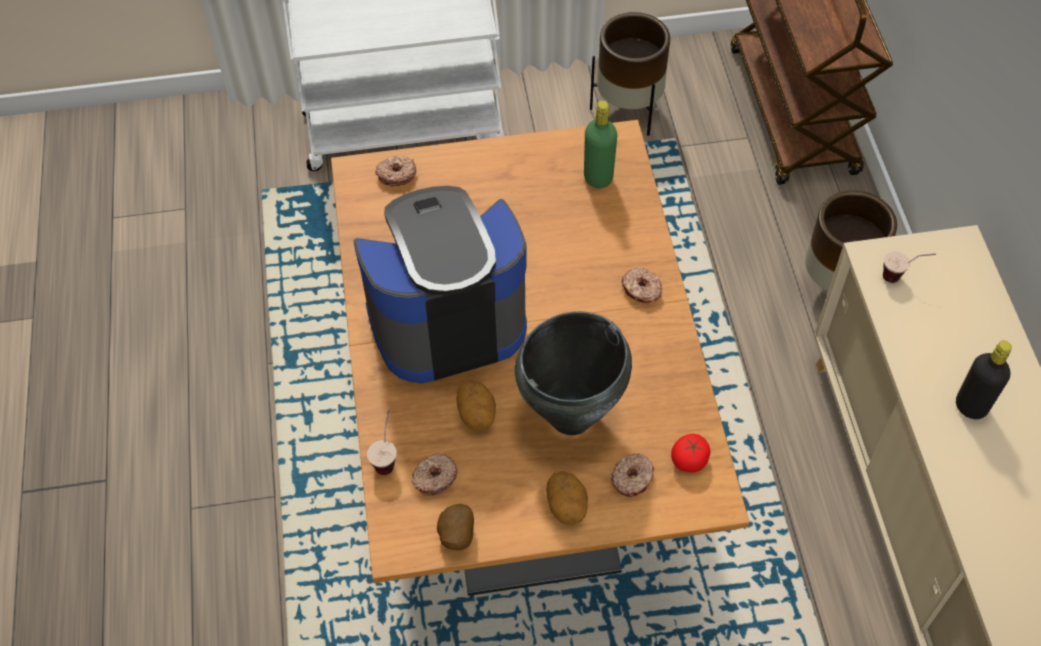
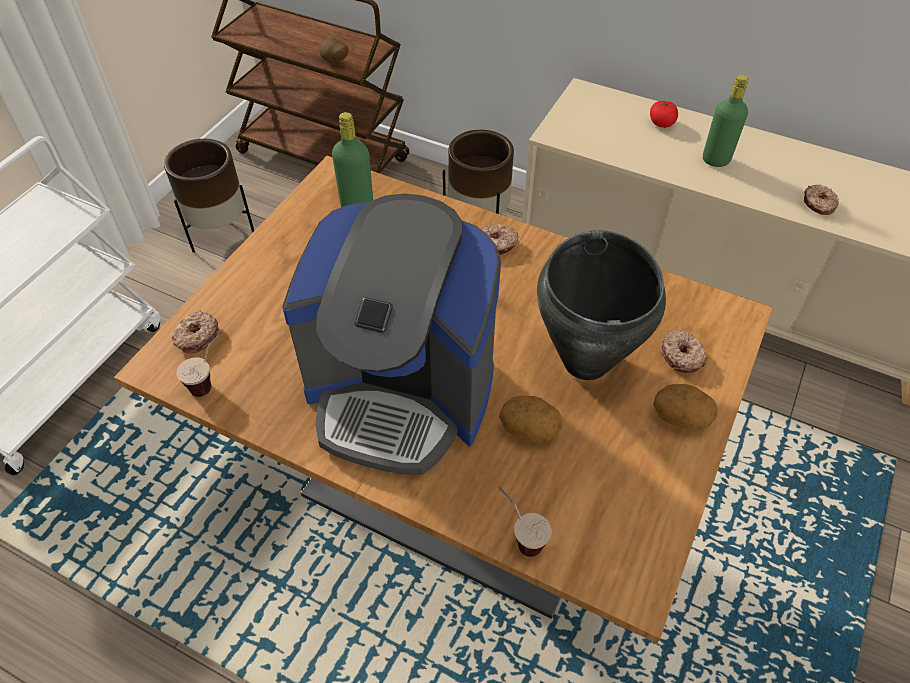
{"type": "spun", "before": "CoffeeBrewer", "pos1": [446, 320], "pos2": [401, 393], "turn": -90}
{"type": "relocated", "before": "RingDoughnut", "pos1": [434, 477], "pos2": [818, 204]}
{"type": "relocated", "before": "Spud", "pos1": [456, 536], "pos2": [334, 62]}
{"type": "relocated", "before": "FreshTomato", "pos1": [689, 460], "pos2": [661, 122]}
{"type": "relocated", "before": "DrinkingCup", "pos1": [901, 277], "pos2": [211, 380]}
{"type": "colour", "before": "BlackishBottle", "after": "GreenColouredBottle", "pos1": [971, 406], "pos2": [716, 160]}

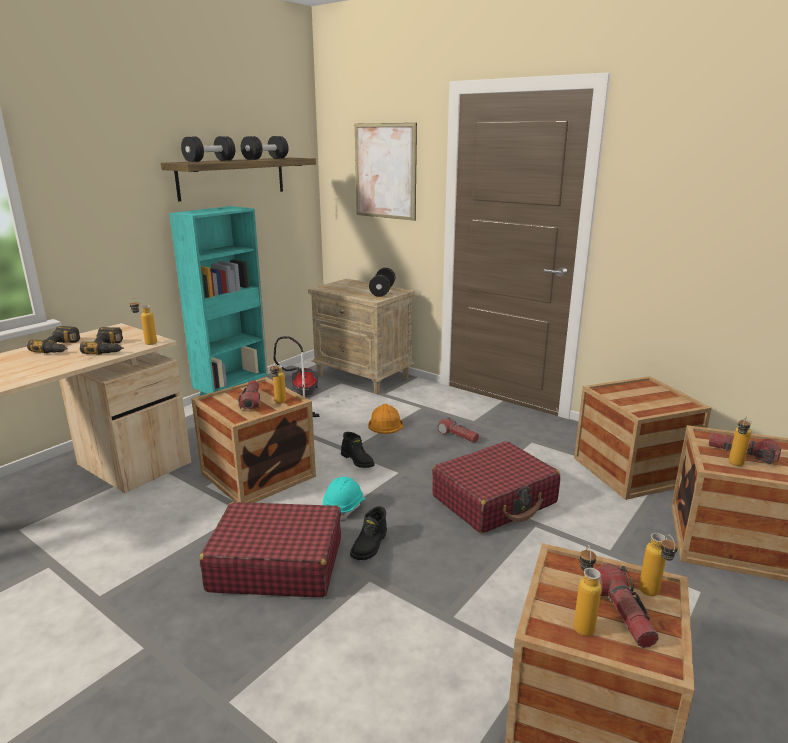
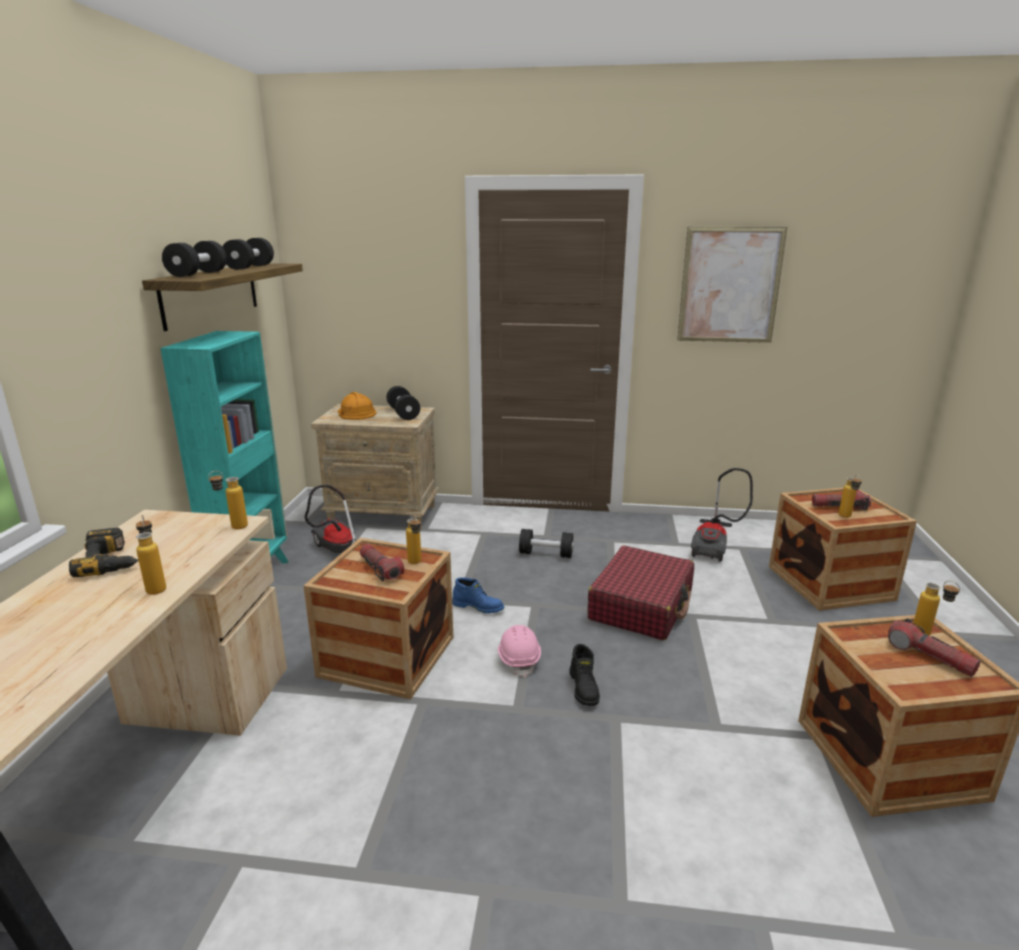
{"type": "missing", "before": "PowerDrill", "pos1": [110, 348]}
{"type": "missing", "before": "RedColouredTravelCase", "pos1": [276, 564]}
{"type": "colour", "before": "BlueGreenWorkHelmet", "after": "PinkishWorkHelmet", "pos1": [345, 507], "pos2": [519, 659]}
{"type": "colour", "before": "BlackishBoot", "after": "BluishBoot", "pos1": [358, 460], "pos2": [478, 607]}
{"type": "relocated", "before": "WallPicture", "pos1": [385, 171], "pos2": [730, 285]}
{"type": "relocated", "before": "OrangeWorkHelmet", "pos1": [385, 423], "pos2": [355, 413]}
{"type": "exchanged", "before": "Torch", "after": "BlackishDumbbell", "pos1": [457, 436], "pos2": [546, 554]}
{"type": "relocated", "before": "Bottle", "pos1": [582, 622], "pos2": [156, 587]}
{"type": "exchanged", "before": "ShippingCrate", "after": "Hoover", "pos1": [632, 470], "pos2": [714, 545]}

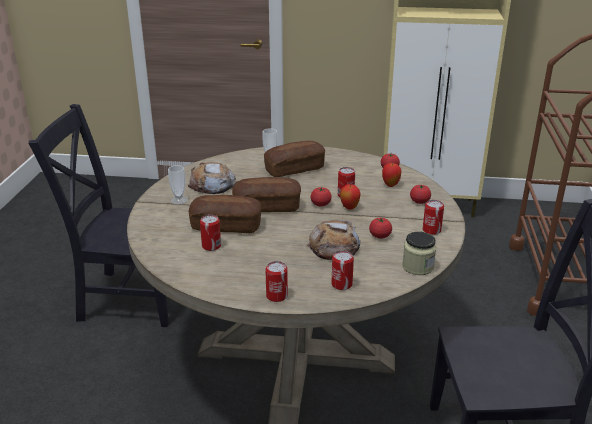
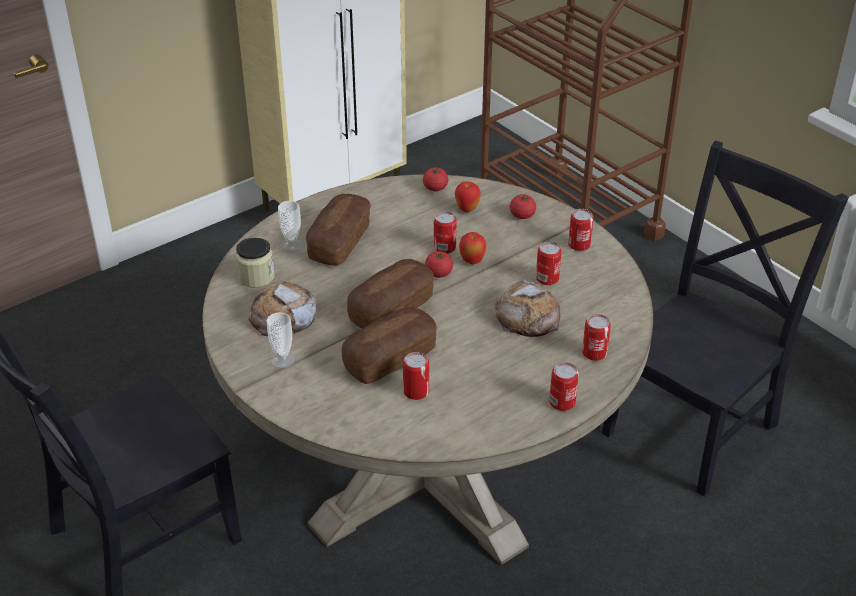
{"type": "exchanged", "before": "FreshTomato", "after": "MetalCan", "pos1": [380, 236], "pos2": [547, 278]}
{"type": "relocated", "before": "PreserveJar", "pos1": [417, 267], "pos2": [256, 277]}

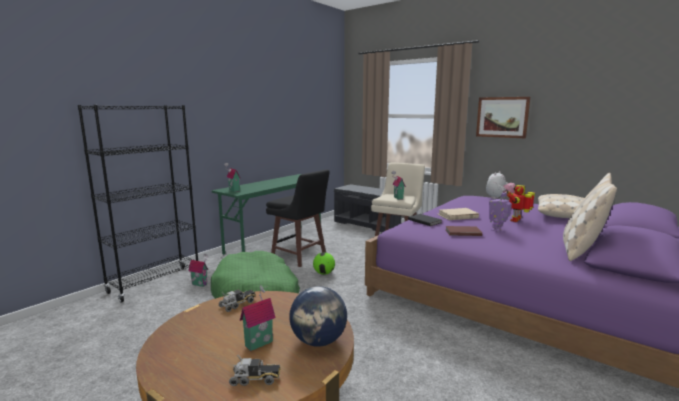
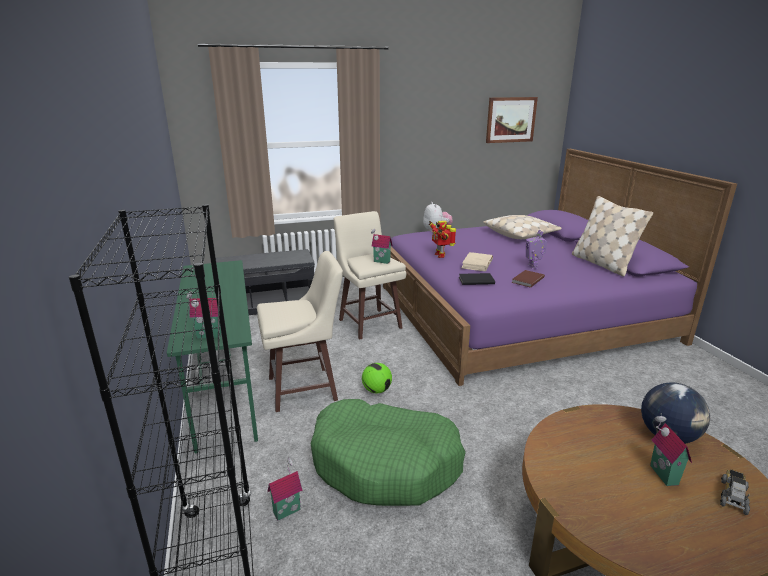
{"type": "missing", "before": "ToyTruck", "pos1": [238, 304]}
{"type": "colour", "before": "BlackishSittingStool", "after": "SandColouredSittingStool", "pos1": [299, 257], "pos2": [305, 389]}
{"type": "relocated", "before": "WallPicture", "pos1": [502, 117], "pos2": [510, 120]}
{"type": "relocated", "before": "ToyRobot", "pos1": [517, 220], "pos2": [440, 255]}

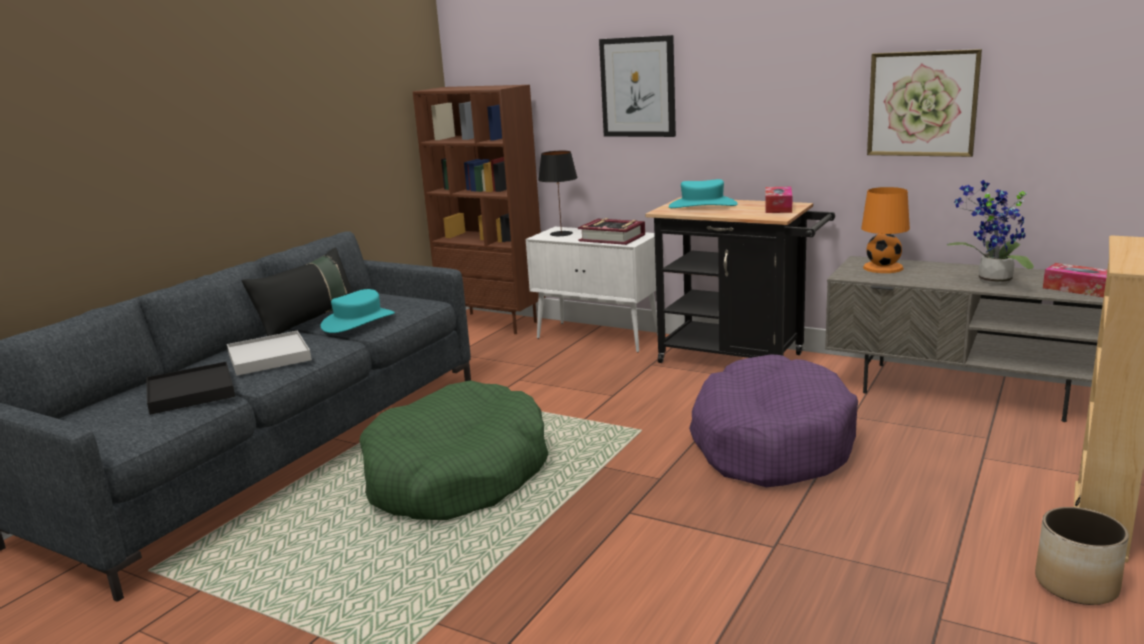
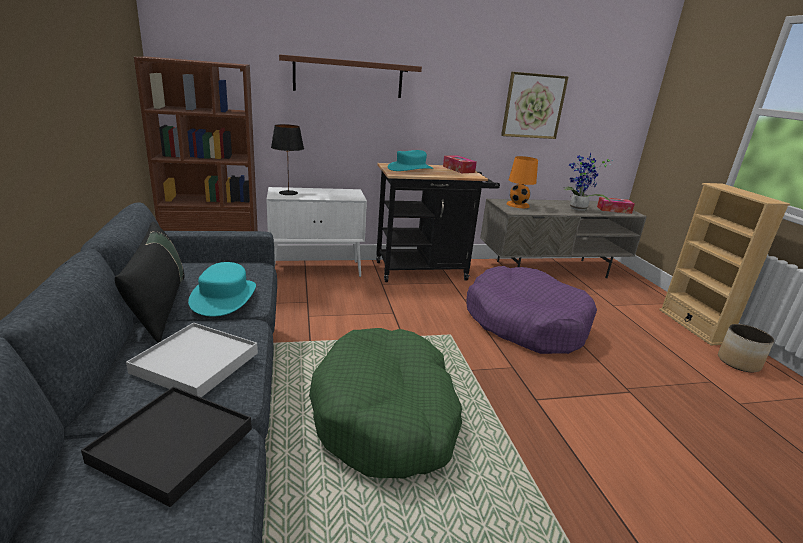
{"type": "missing", "before": "Book", "pos1": [612, 238]}
{"type": "exchanged", "before": "WallPicture", "after": "BrownWallShelf", "pos1": [638, 87], "pos2": [348, 77]}

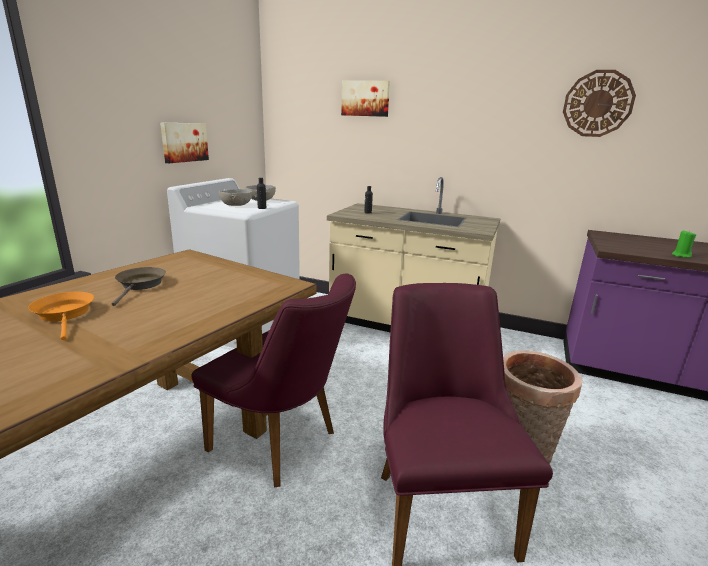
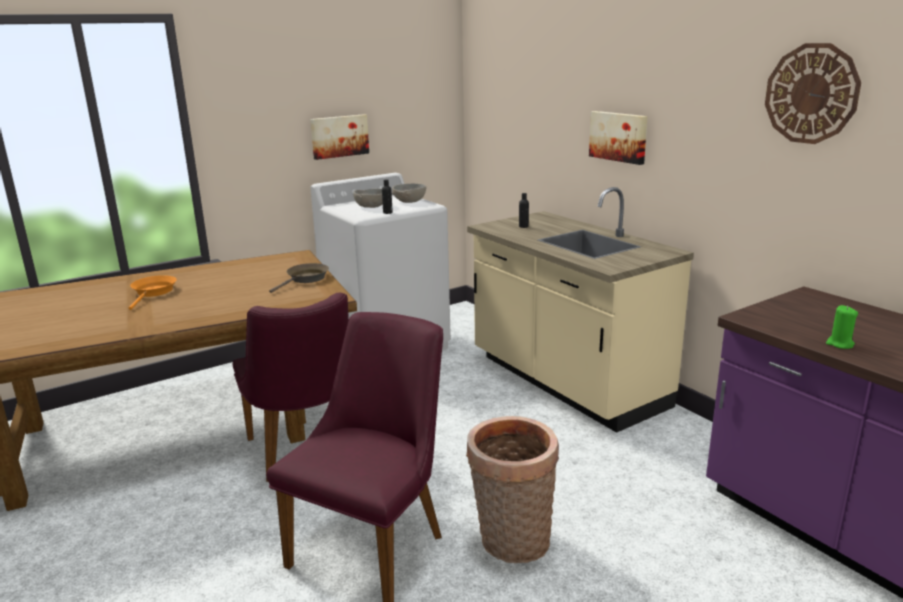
{"type": "relocated", "before": "BrownPan", "pos1": [140, 285], "pos2": [306, 279]}
{"type": "relocated", "before": "WallPicture", "pos1": [365, 98], "pos2": [619, 136]}

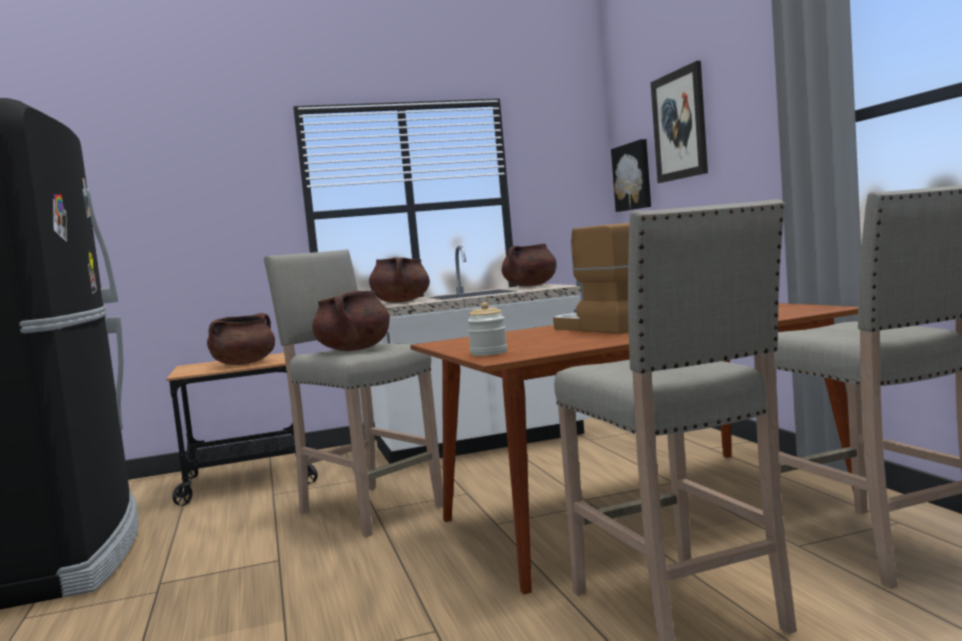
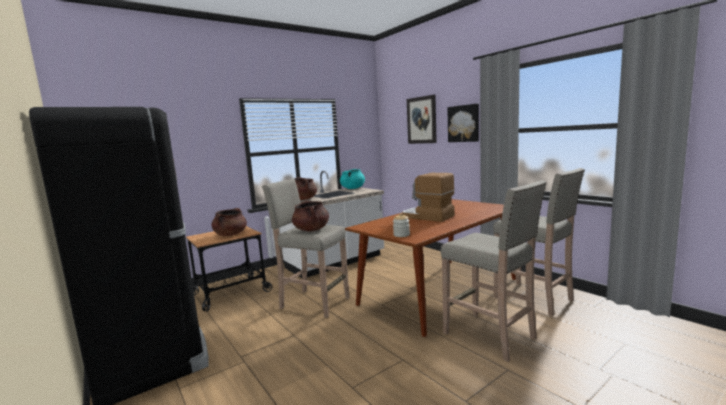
{"type": "colour", "before": "BrownSaucepot", "after": "BlueGreenSaucepot", "pos1": [530, 286], "pos2": [352, 188]}
{"type": "relocated", "before": "WallPicture", "pos1": [633, 176], "pos2": [464, 123]}

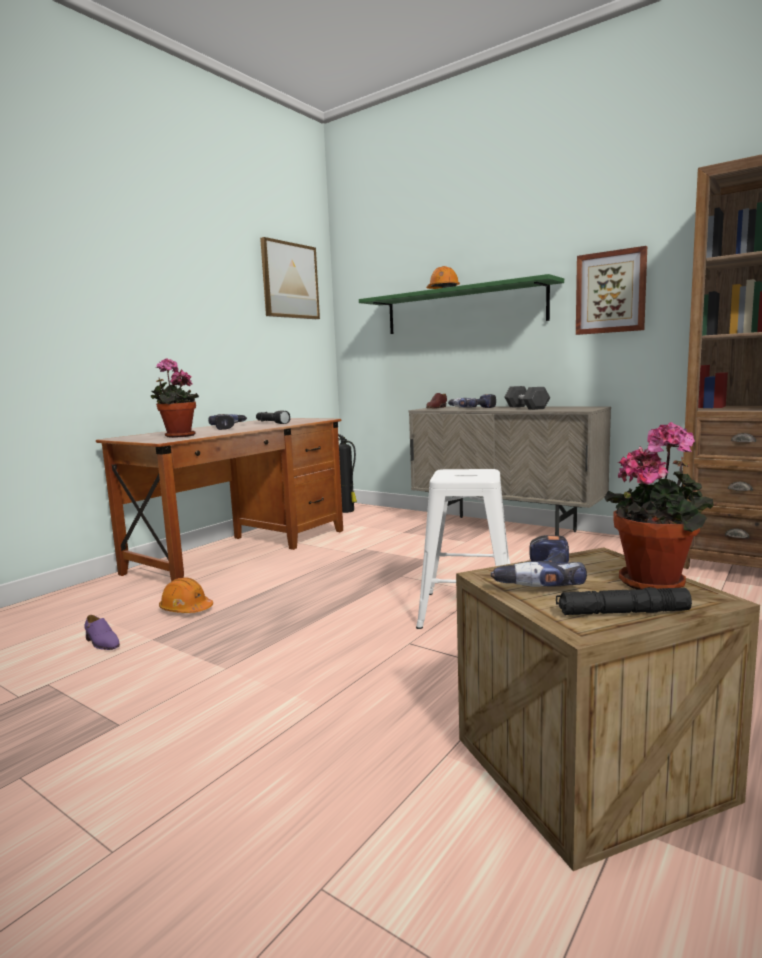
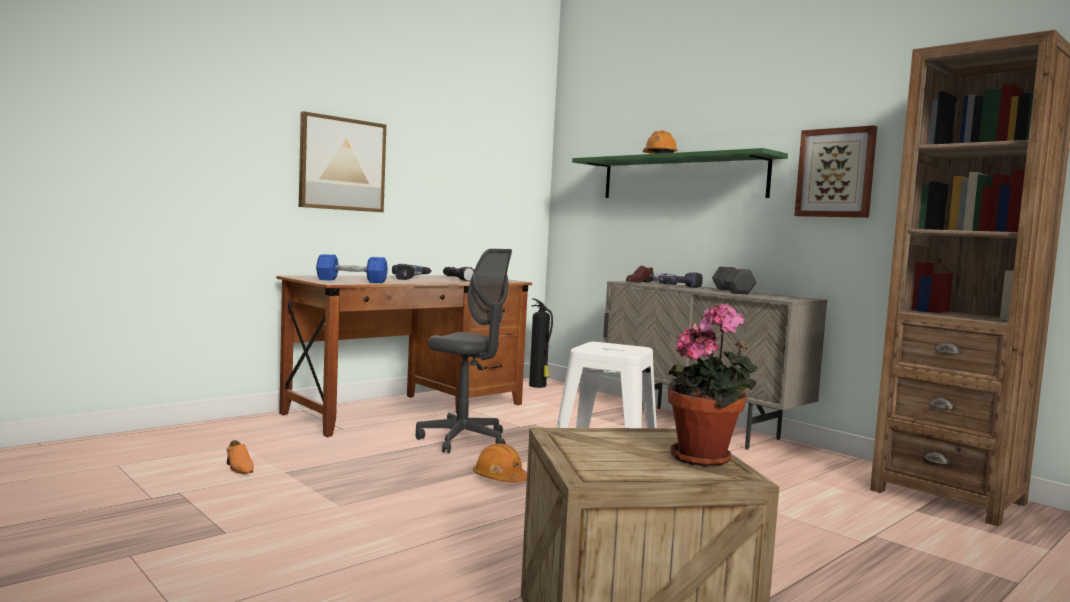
{"type": "colour", "before": "PurplishShoe", "after": "OrangeShoe", "pos1": [102, 643], "pos2": [239, 468]}
{"type": "exchanged", "before": "PlantInAPot", "after": "BluishDumbbell", "pos1": [177, 436], "pos2": [352, 281]}
{"type": "relocated", "before": "OrangeWorkHelmet", "pos1": [186, 609], "pos2": [500, 478]}
{"type": "relocated", "before": "WallPicture", "pos1": [289, 281], "pos2": [342, 164]}
{"type": "missing", "before": "PowerDrill", "pos1": [536, 578]}
{"type": "missing", "before": "BlackishTorch", "pos1": [622, 612]}
{"type": "appeared", "after": "GrayOfficeChair", "pos2": [463, 440]}

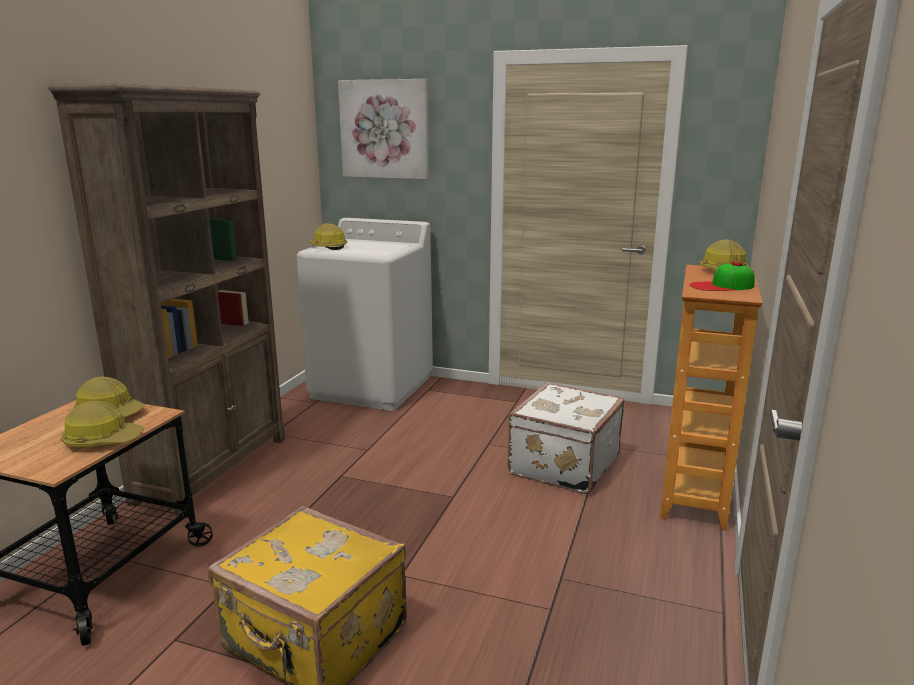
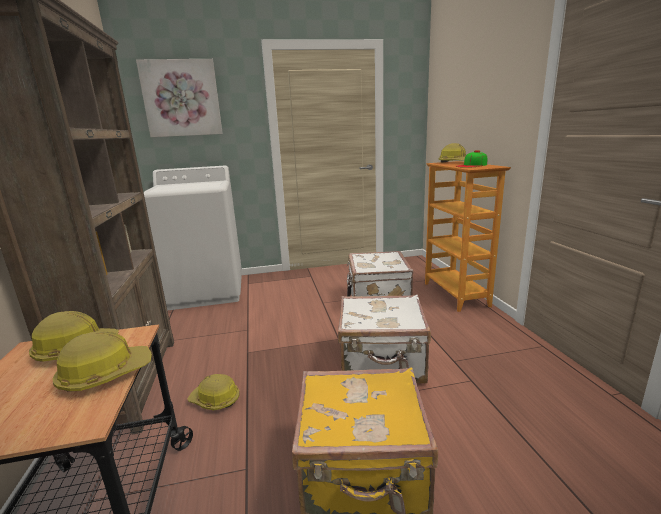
{"type": "relocated", "before": "WorkHelmet", "pos1": [327, 247], "pos2": [215, 400]}
{"type": "appeared", "after": "WhiteColouredTravelCase", "pos2": [382, 364]}

